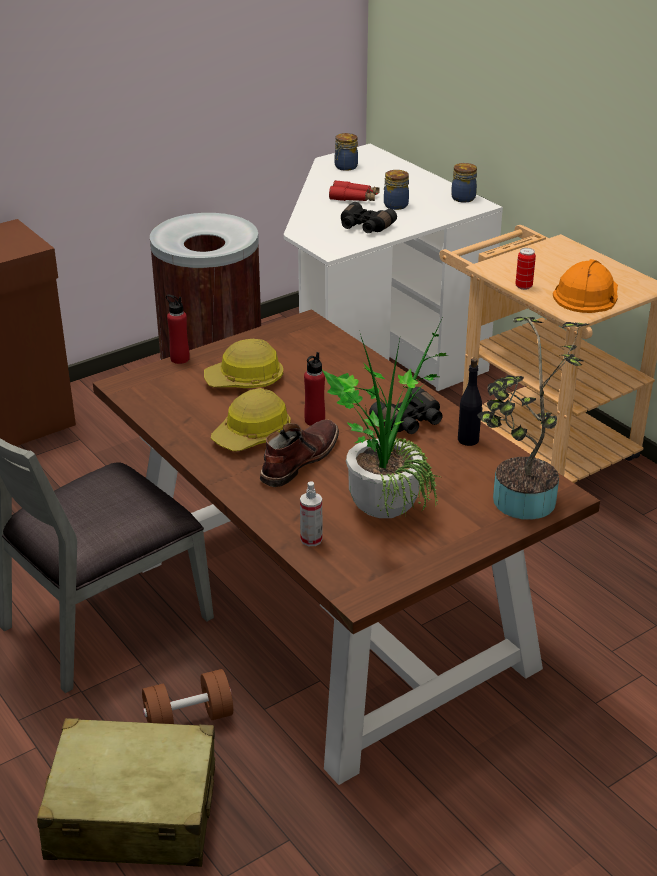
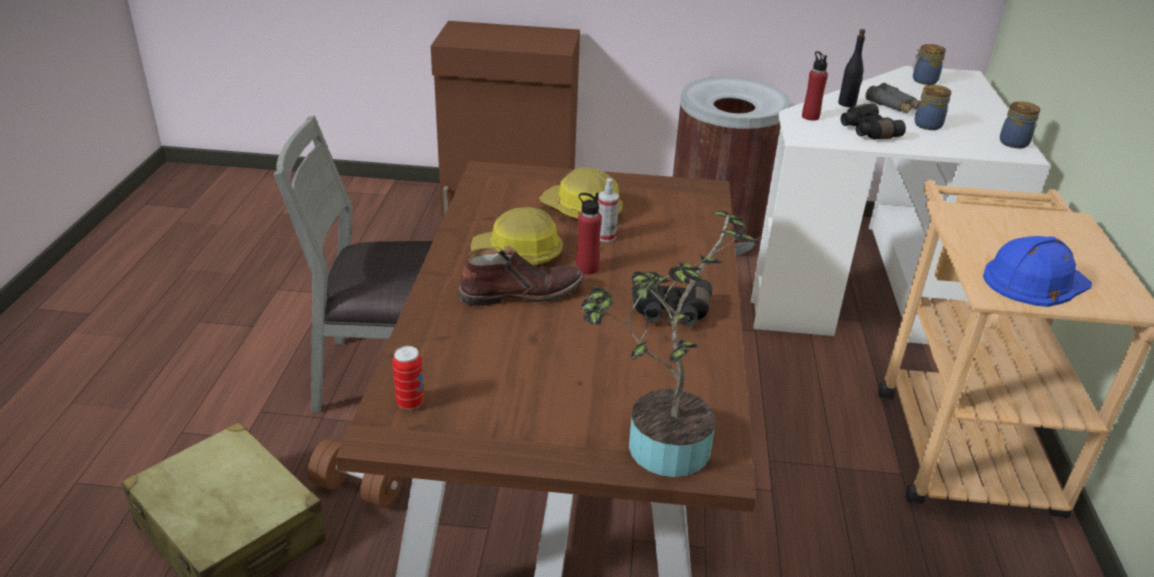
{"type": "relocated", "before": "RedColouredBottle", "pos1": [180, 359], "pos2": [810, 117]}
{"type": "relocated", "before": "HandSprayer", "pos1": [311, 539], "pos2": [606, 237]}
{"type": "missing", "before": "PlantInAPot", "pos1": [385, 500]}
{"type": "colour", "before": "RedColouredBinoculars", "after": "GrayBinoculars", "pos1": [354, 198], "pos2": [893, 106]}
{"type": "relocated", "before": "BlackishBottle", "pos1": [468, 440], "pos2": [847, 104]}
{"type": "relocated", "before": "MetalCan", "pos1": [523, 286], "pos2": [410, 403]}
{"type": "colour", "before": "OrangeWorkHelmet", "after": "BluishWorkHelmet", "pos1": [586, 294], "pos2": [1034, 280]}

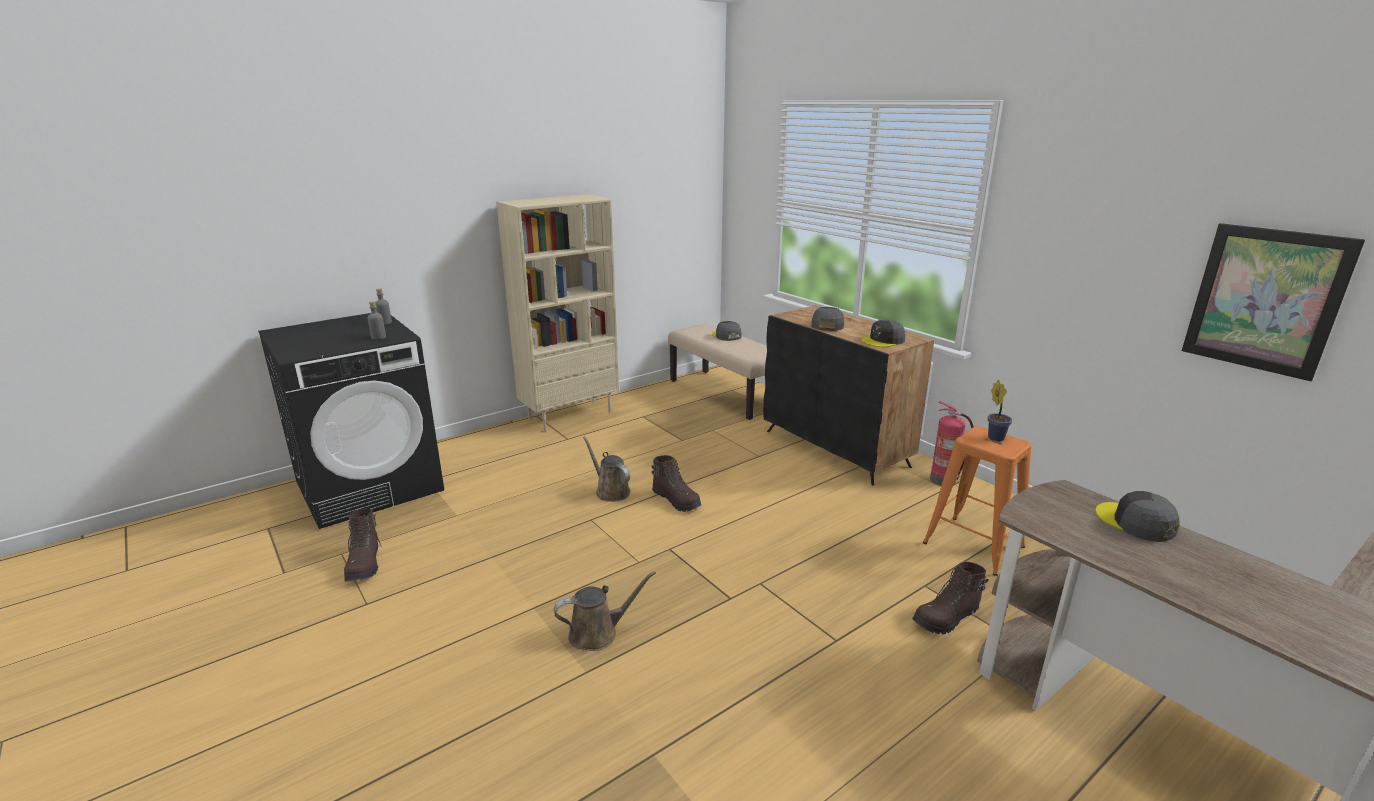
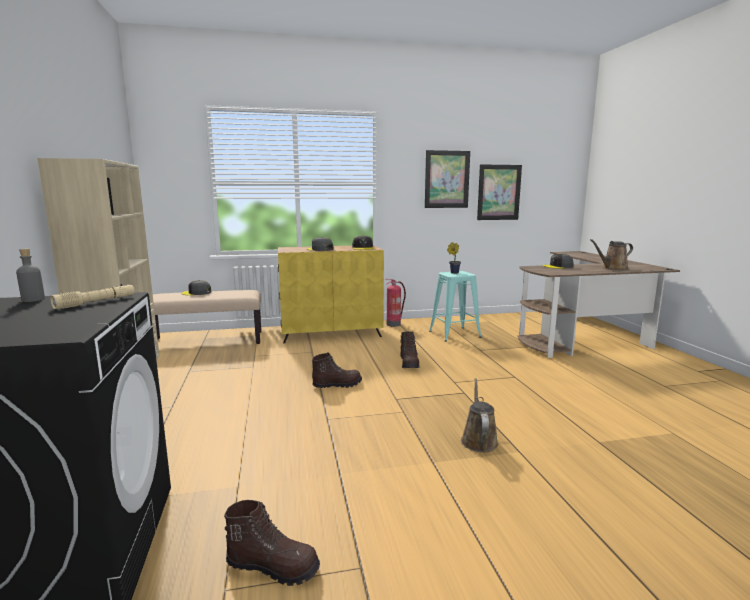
{"type": "exchanged", "before": "GrayBottle", "after": "SandColouredTorch", "pos1": [378, 337], "pos2": [96, 302]}
{"type": "relocated", "before": "BrownWateringCan", "pos1": [610, 491], "pos2": [612, 268]}
{"type": "colour", "before": "BlackishStorageCabinet", "after": "YellowStorageCabinet", "pos1": [836, 448], "pos2": [331, 334]}
{"type": "relocated", "before": "BrownBoot", "pos1": [947, 618], "pos2": [409, 363]}
{"type": "colour", "before": "OrangeSittingStool", "after": "BlueGreenSittingStool", "pos1": [973, 545], "pos2": [454, 334]}
{"type": "appeared", "after": "WallPicture", "pos2": [447, 179]}

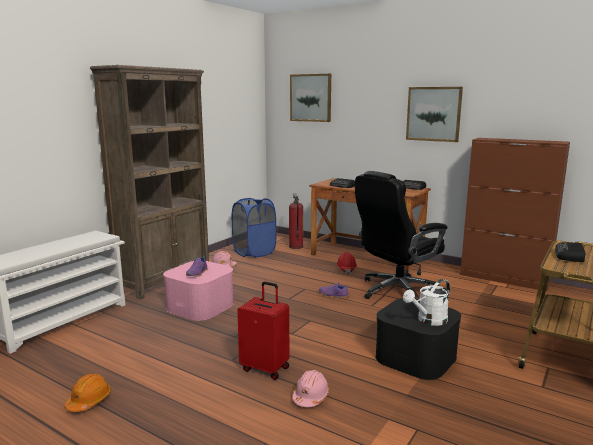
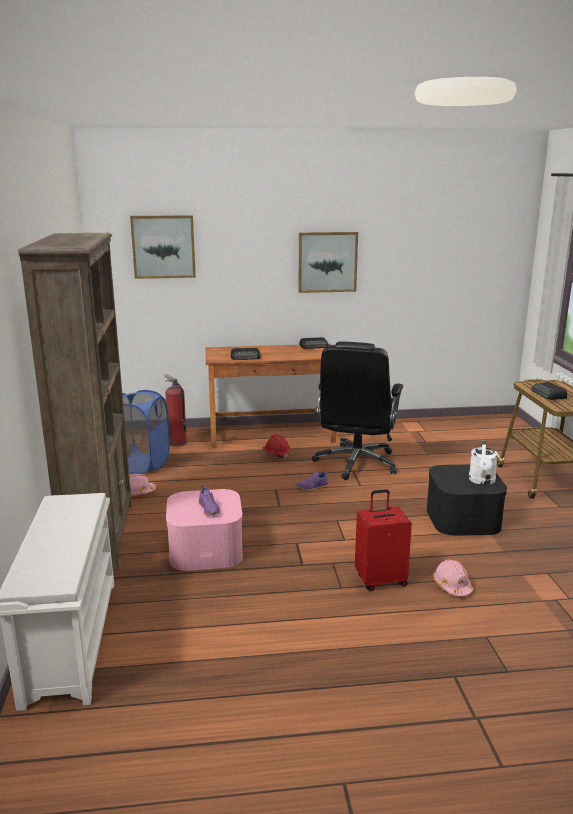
{"type": "missing", "before": "OrangeWorkHelmet", "pos1": [89, 401]}
{"type": "missing", "before": "BrownStorageCabinet", "pos1": [504, 279]}

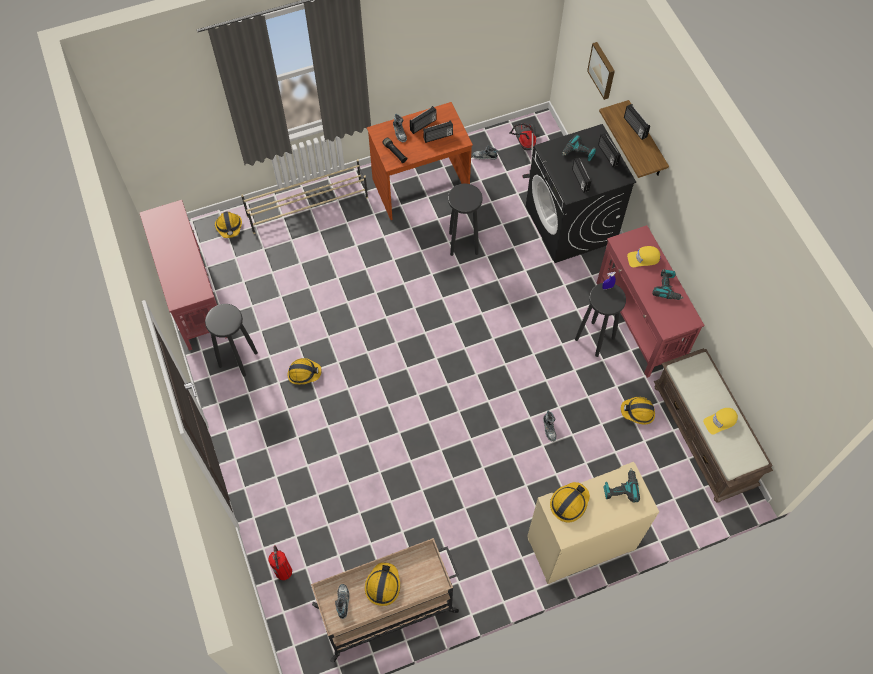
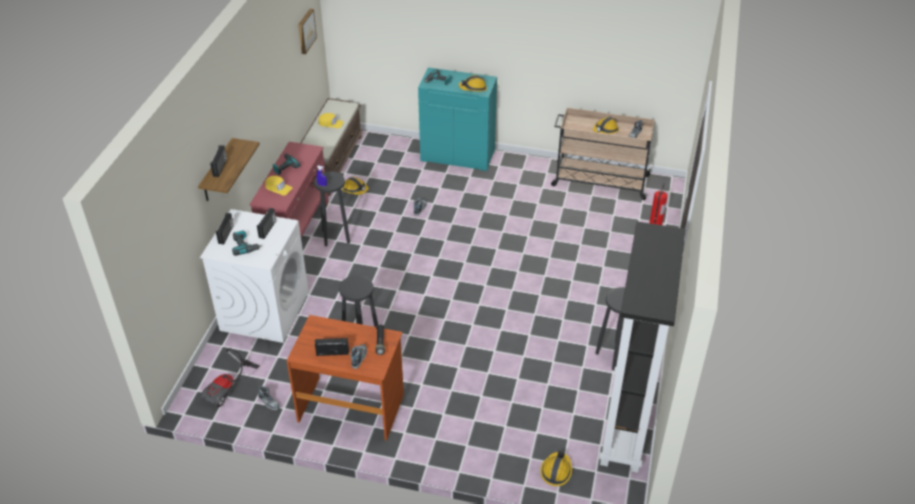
{"type": "exchanged", "before": "RedColouredConsoleTable", "after": "BlackishShelvingUnit", "pos1": [194, 296], "pos2": [626, 425]}
{"type": "missing", "before": "SandColouredShoeRack", "pos1": [308, 207]}
{"type": "missing", "before": "WorkHelmet", "pos1": [304, 373]}
{"type": "missing", "before": "RadioSet", "pos1": [438, 137]}
{"type": "colour", "before": "BlackishLaundryAppliance", "after": "WhiteColouredLaundryAppliance", "pos1": [571, 224], "pos2": [264, 311]}
{"type": "colour", "before": "SandColouredStorageCabinet", "after": "BlueGreenStorageCabinet", "pos1": [581, 544], "pos2": [458, 155]}
{"type": "relocated", "before": "WallPicture", "pos1": [602, 70], "pos2": [305, 31]}

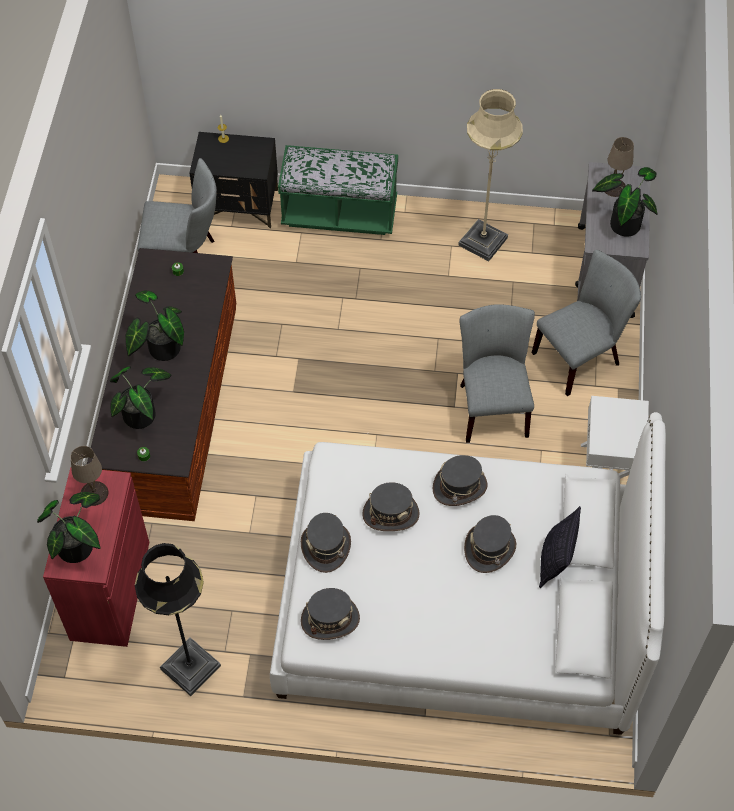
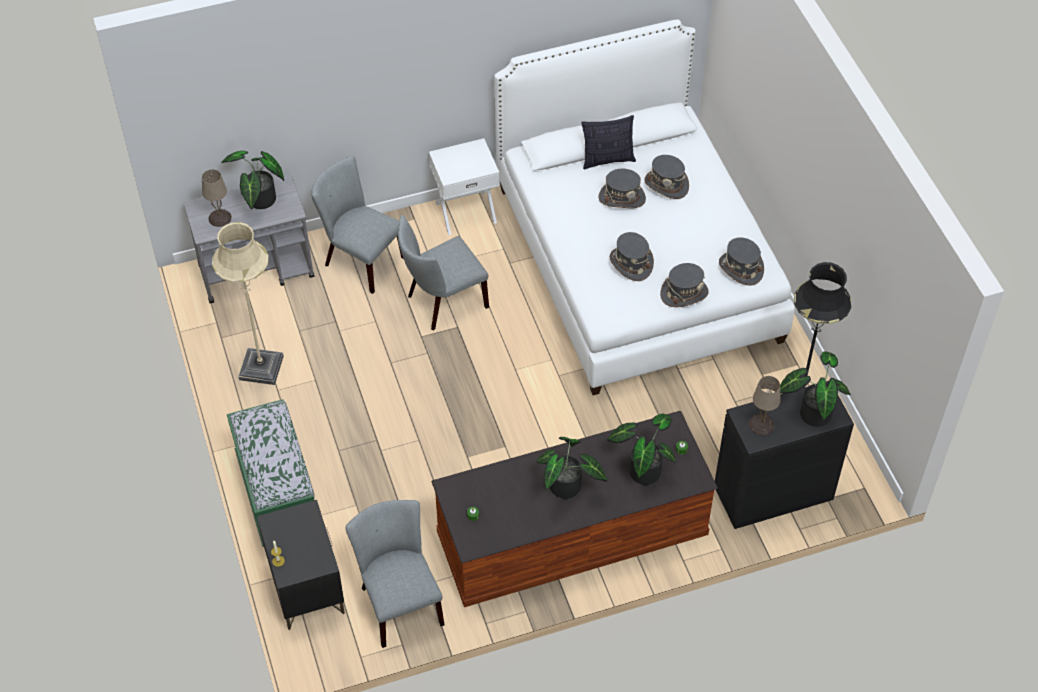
{"type": "colour", "before": "RedColouredStorageCabinet", "after": "BlackishStorageCabinet", "pos1": [110, 590], "pos2": [773, 492]}
{"type": "relocated", "before": "GrayClothingHat", "pos1": [459, 487], "pos2": [666, 184]}

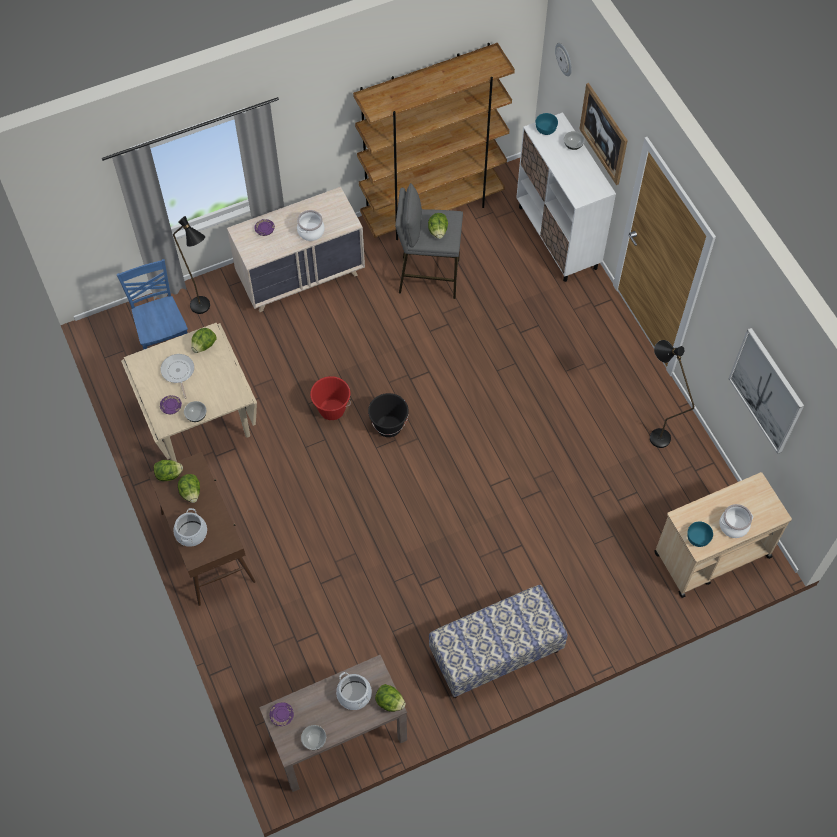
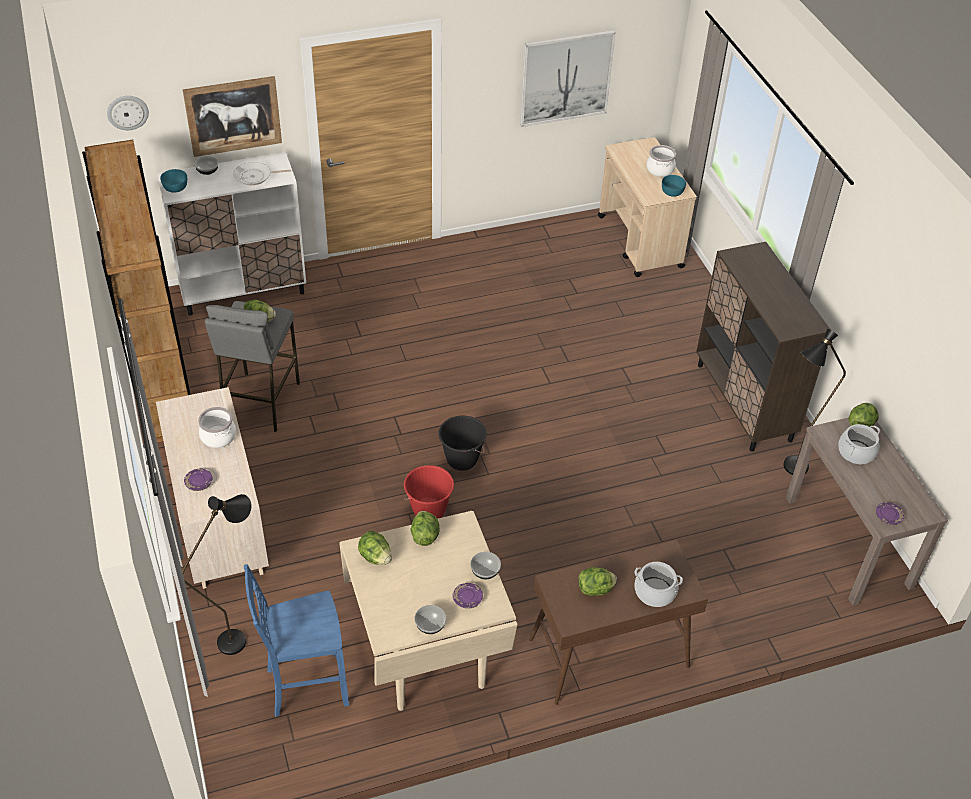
{"type": "relocated", "before": "Lettuce", "pos1": [169, 475], "pos2": [424, 535]}
{"type": "relocated", "before": "Pan", "pos1": [178, 372], "pos2": [255, 176]}
{"type": "relocated", "before": "Bowl", "pos1": [314, 740], "pos2": [430, 626]}
{"type": "exchanged", "before": "Bench", "after": "BrownStorageCabinet", "pos1": [495, 653], "pos2": [744, 402]}
{"type": "relocated", "before": "BlackishFloorLamp", "pos1": [653, 433], "pos2": [789, 471]}

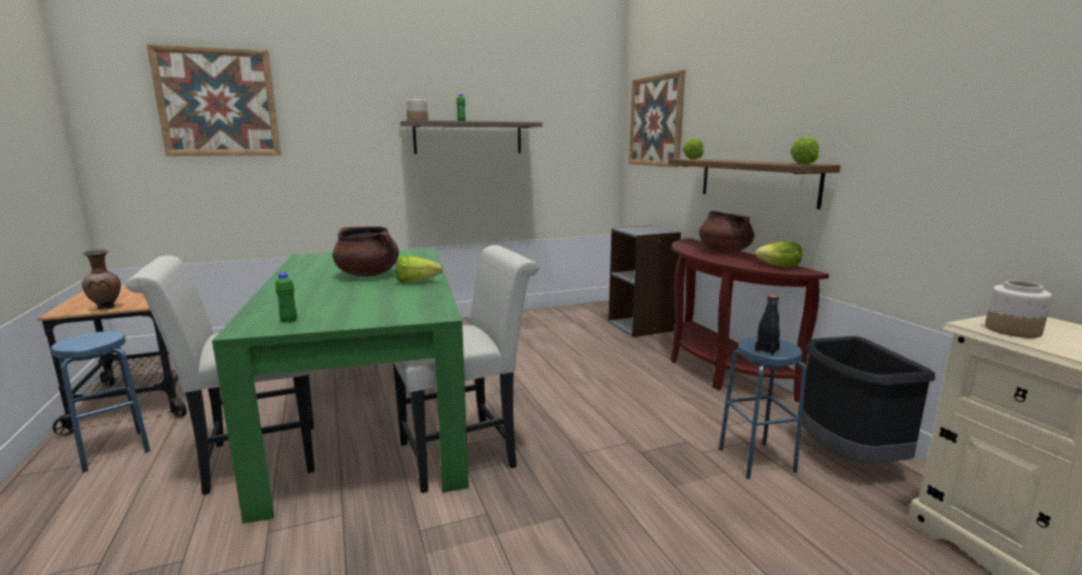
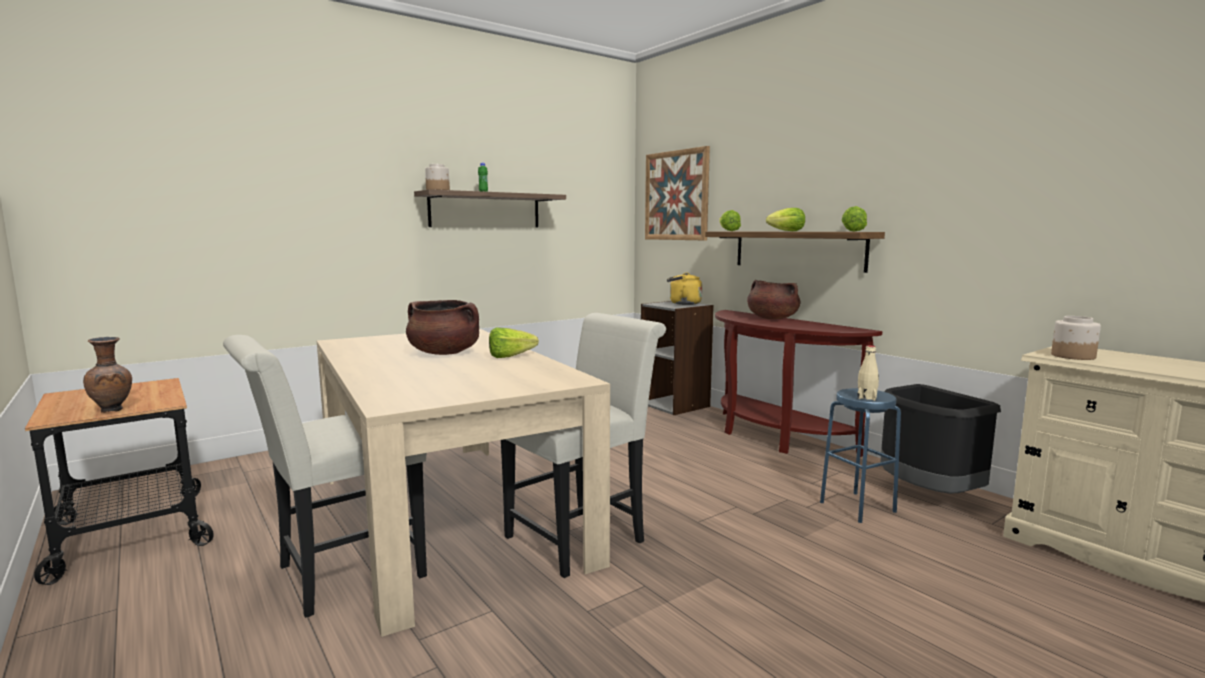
{"type": "missing", "before": "BluishSittingStool", "pos1": [113, 451]}
{"type": "missing", "before": "WallPicture", "pos1": [218, 103]}
{"type": "colour", "before": "GreenColouredDinnerTable", "after": "SandColouredDinnerTable", "pos1": [369, 414], "pos2": [446, 514]}
{"type": "missing", "before": "GreenColouredBottle", "pos1": [289, 321]}
{"type": "relocated", "before": "Lettuce", "pos1": [780, 267], "pos2": [787, 231]}
{"type": "colour", "before": "BlackishBottle", "after": "SandColouredBottle", "pos1": [766, 350], "pos2": [867, 397]}
{"type": "appeared", "after": "YellowTeaKettle", "pos2": [683, 303]}

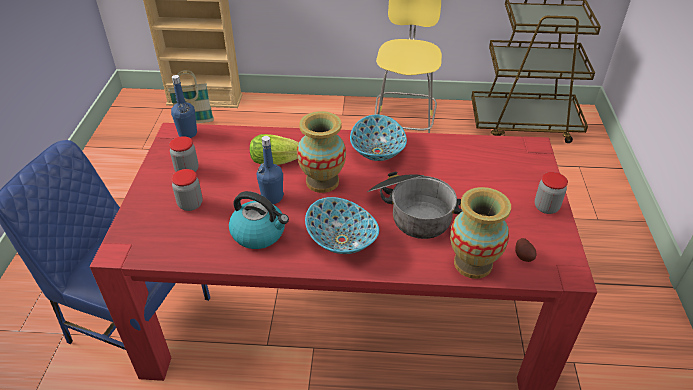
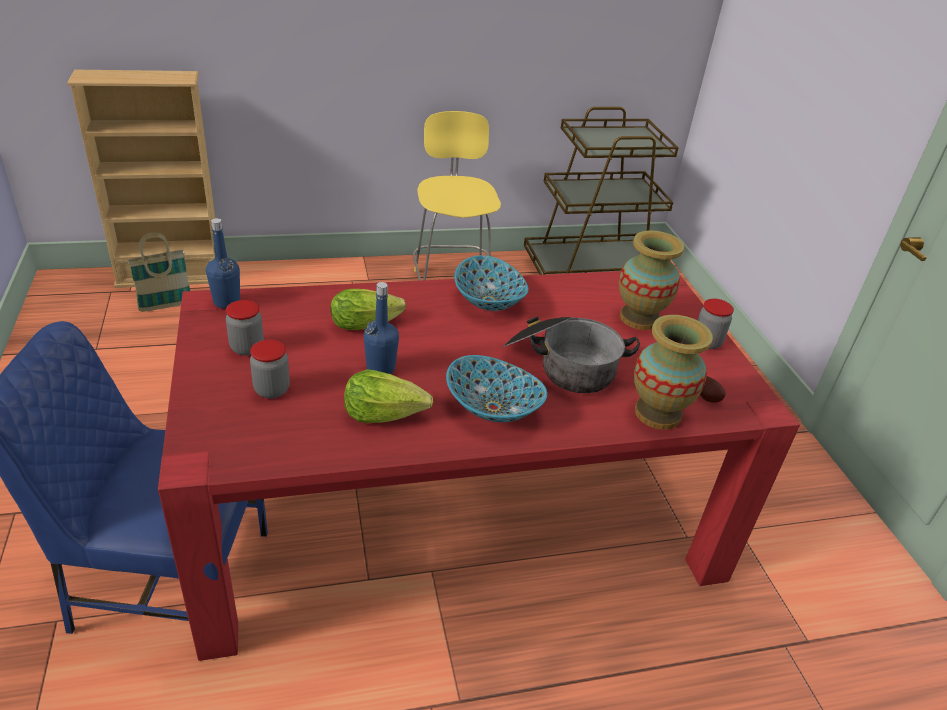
{"type": "exchanged", "before": "TeaKettle", "after": "Lettuce", "pos1": [259, 233], "pos2": [384, 413]}
{"type": "relocated", "before": "FlowerVase", "pos1": [322, 181], "pos2": [639, 318]}

